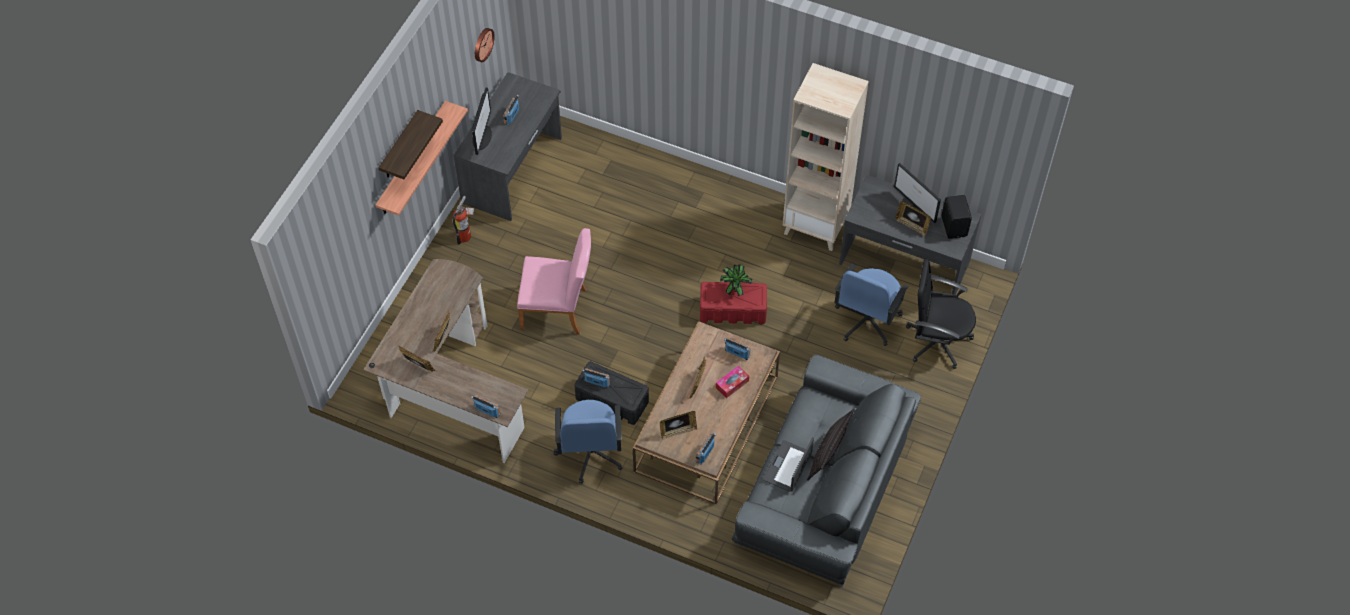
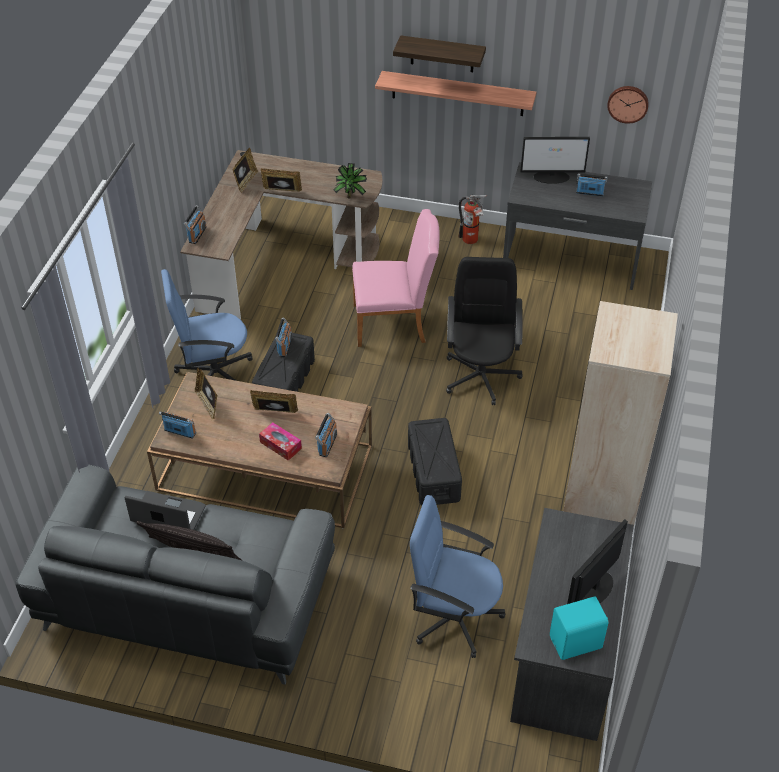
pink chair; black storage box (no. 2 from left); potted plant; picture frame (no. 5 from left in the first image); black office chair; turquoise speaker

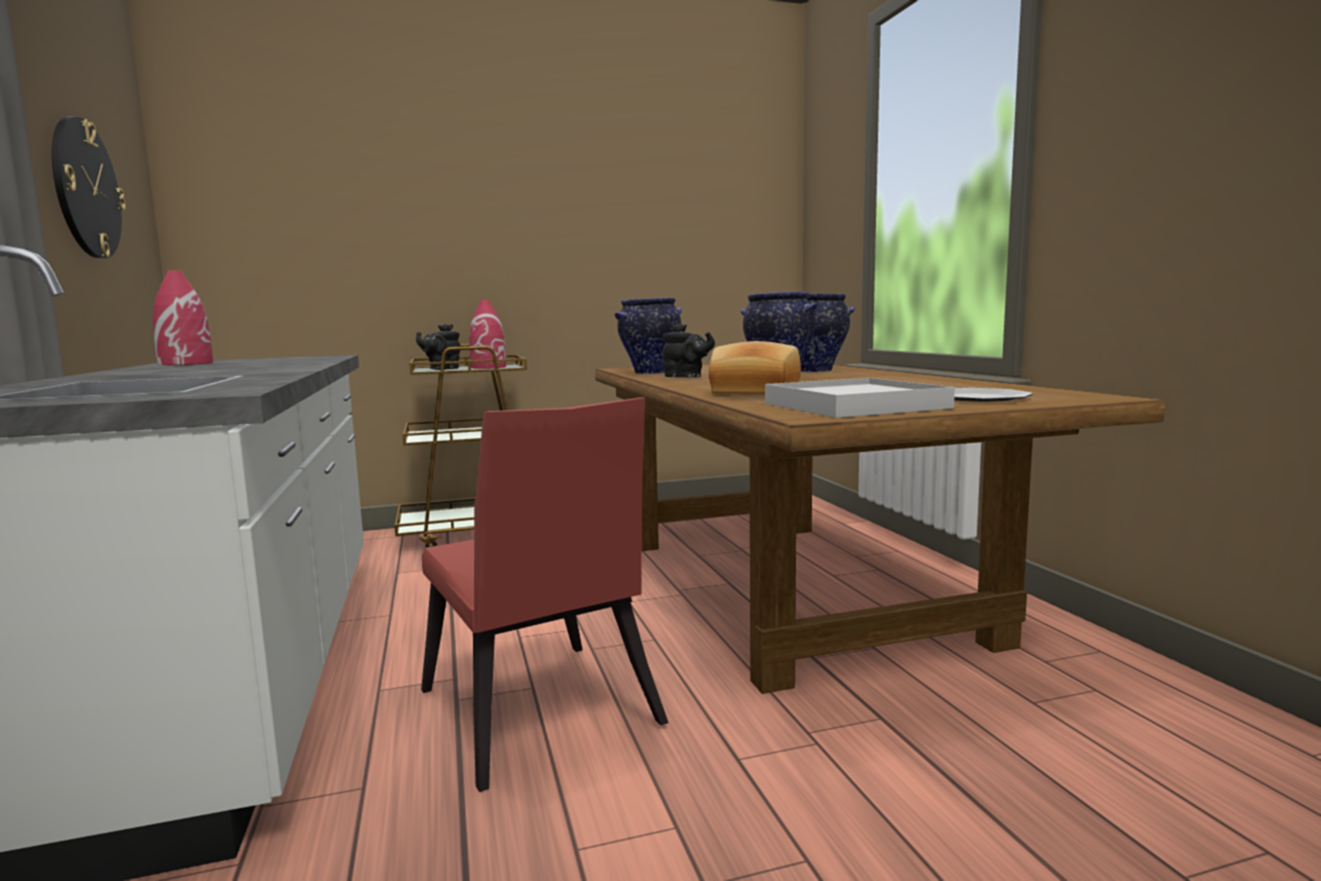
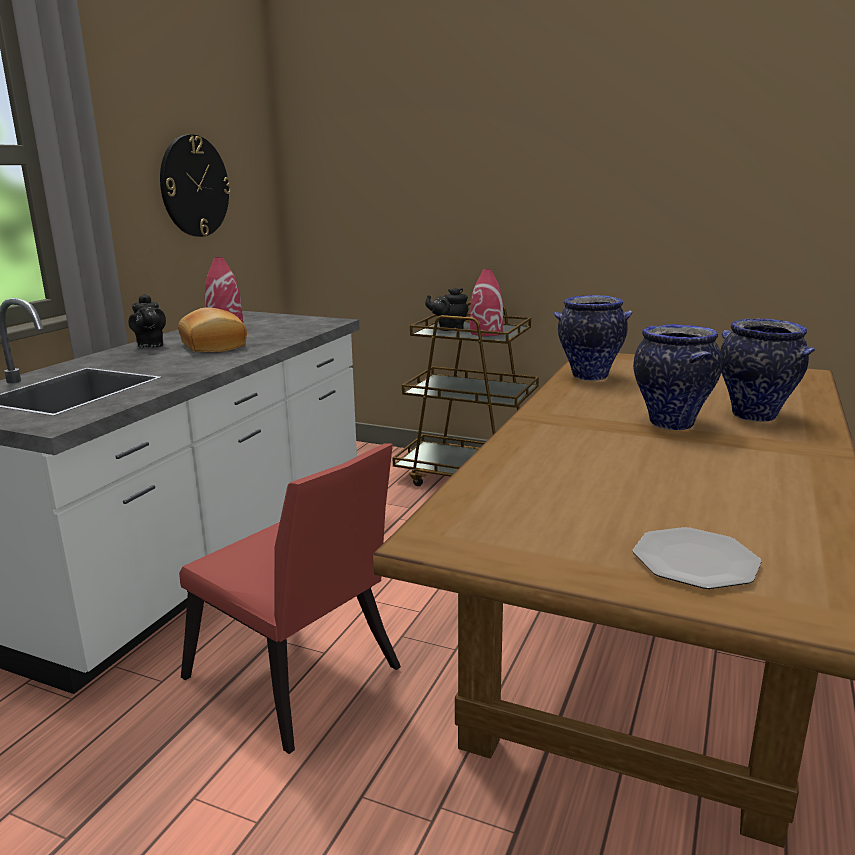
red chair; black teapot (no. 1 from left); bread; white tray

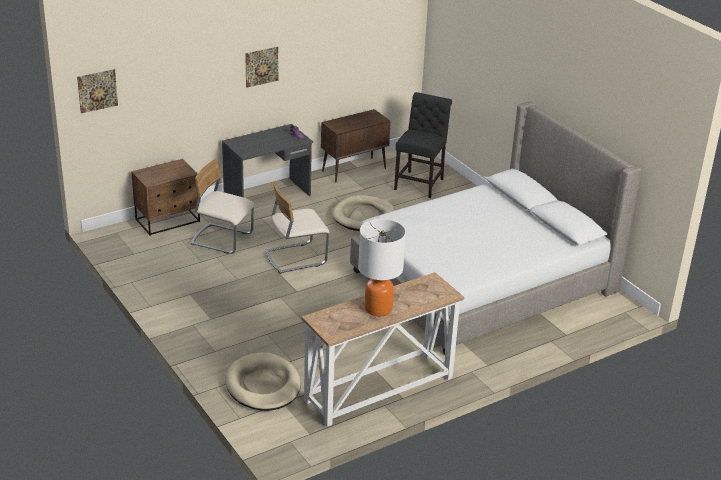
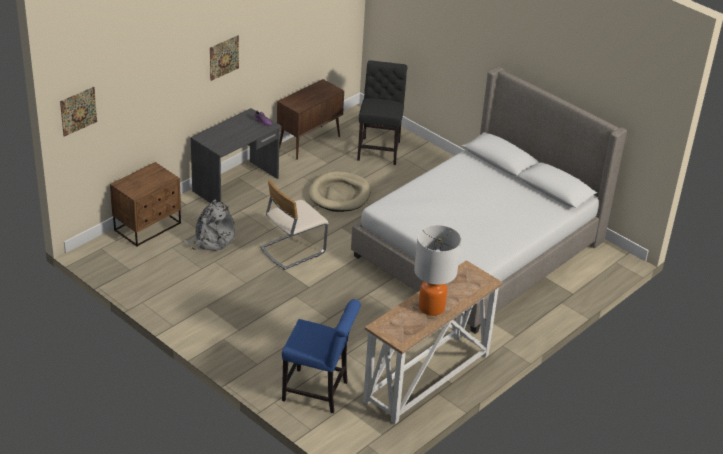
grey backpack; blue chair

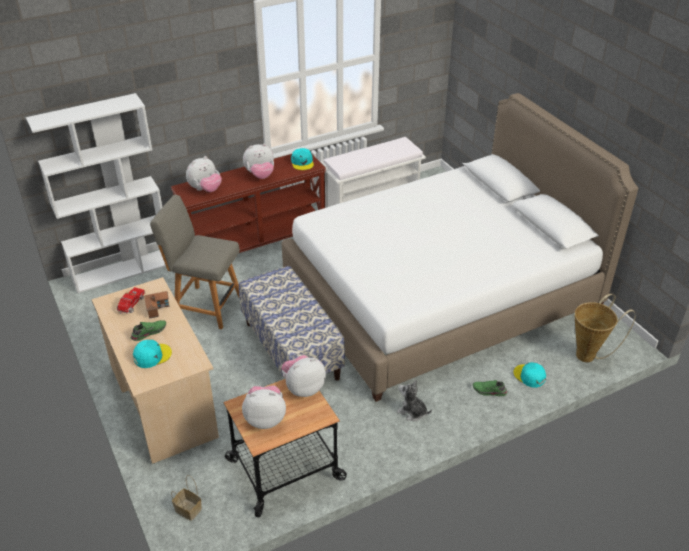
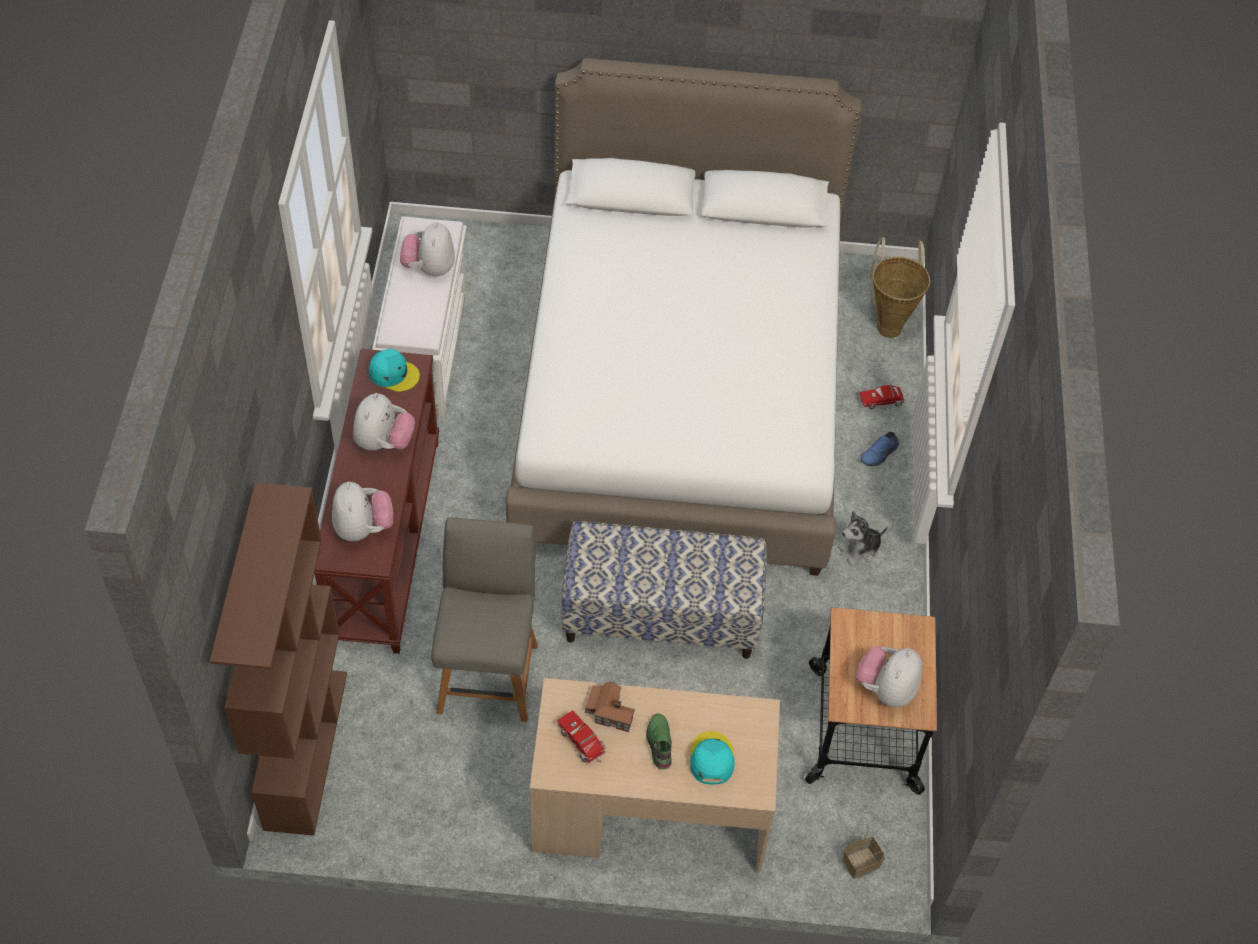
brown bookcase; grey chair; plush toy (no. 3 from left); blue shoe; toy truck (no. 2 from left)

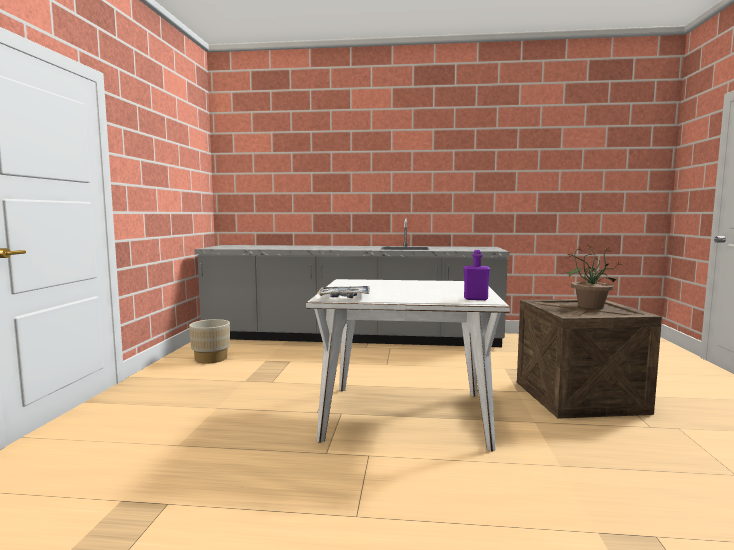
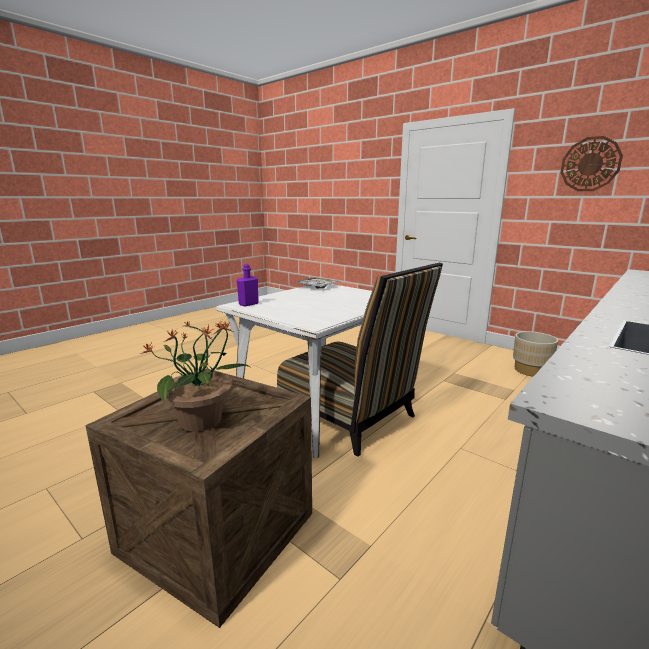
chair; wall clock

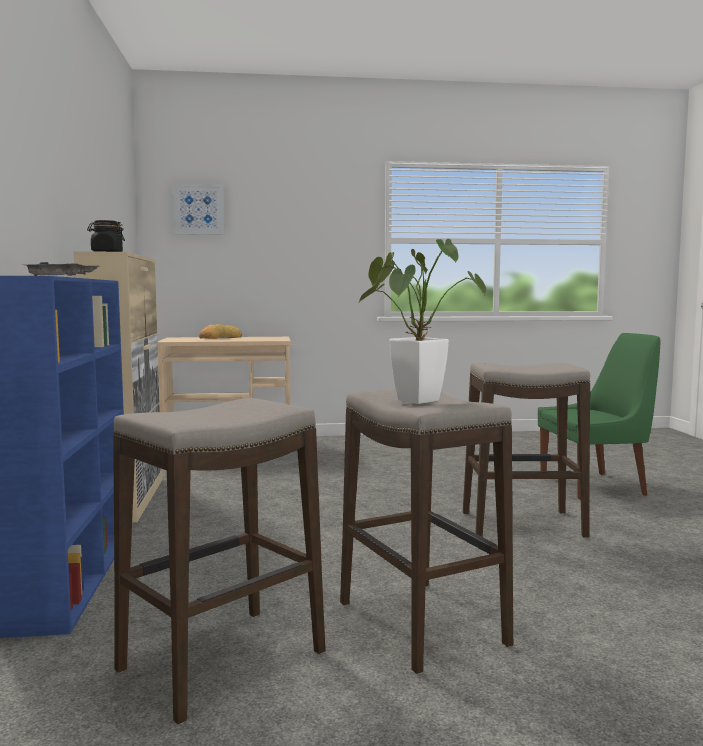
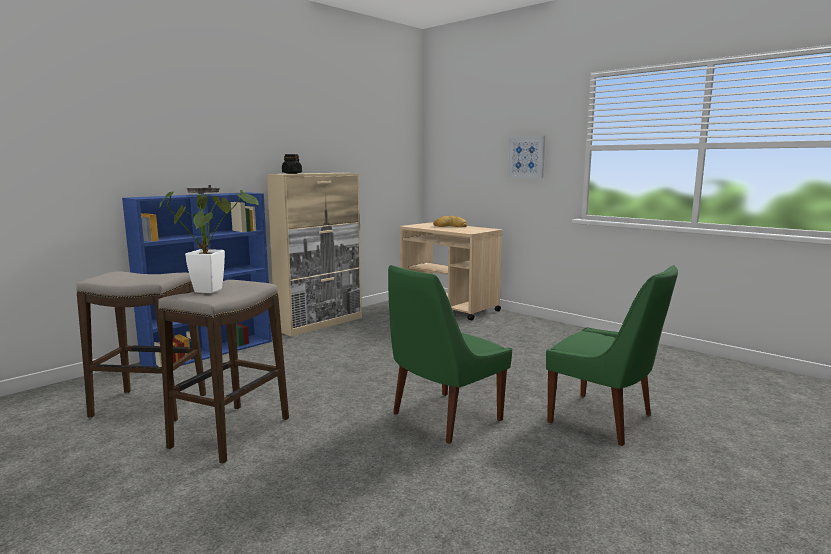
picture; green chair (no. 1 from left)

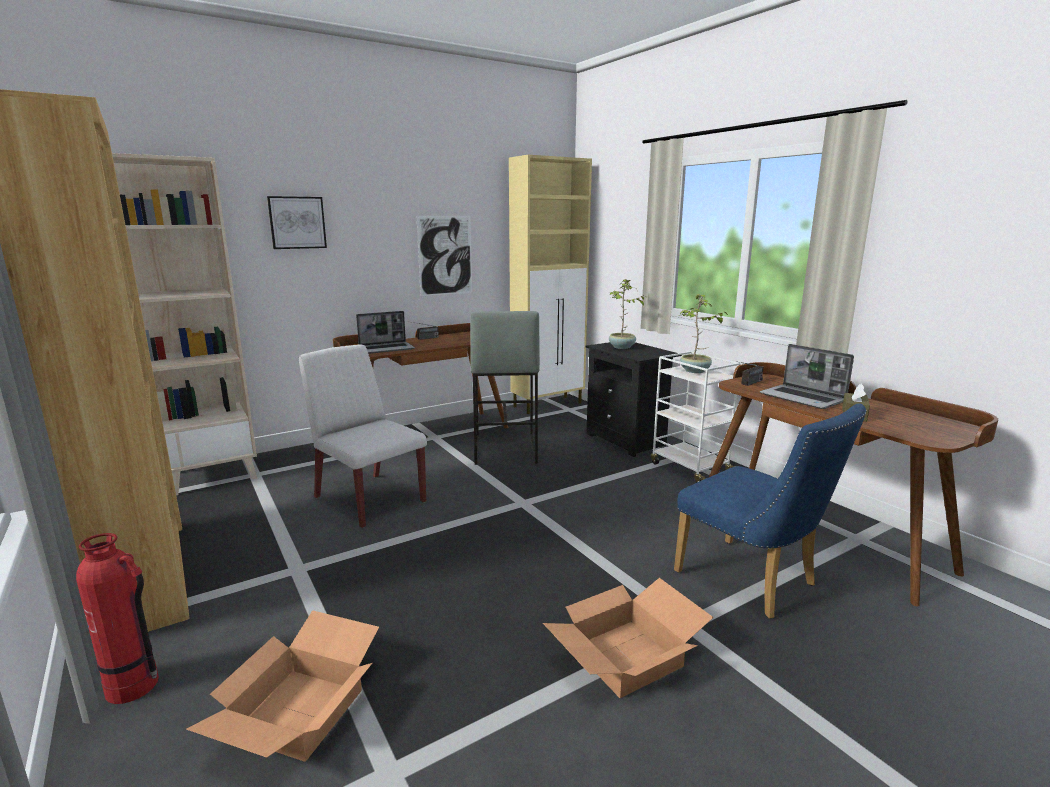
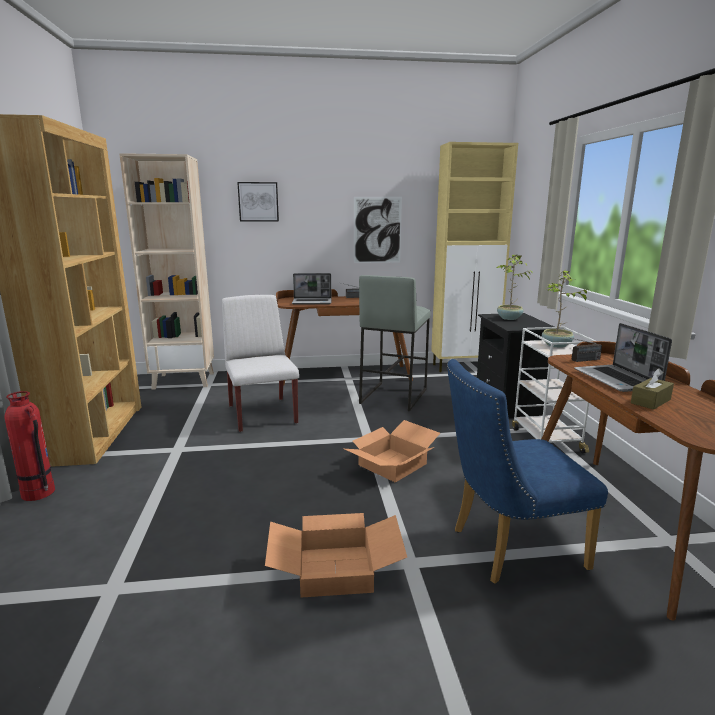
cardboard box (no. 2 from left); blue chair

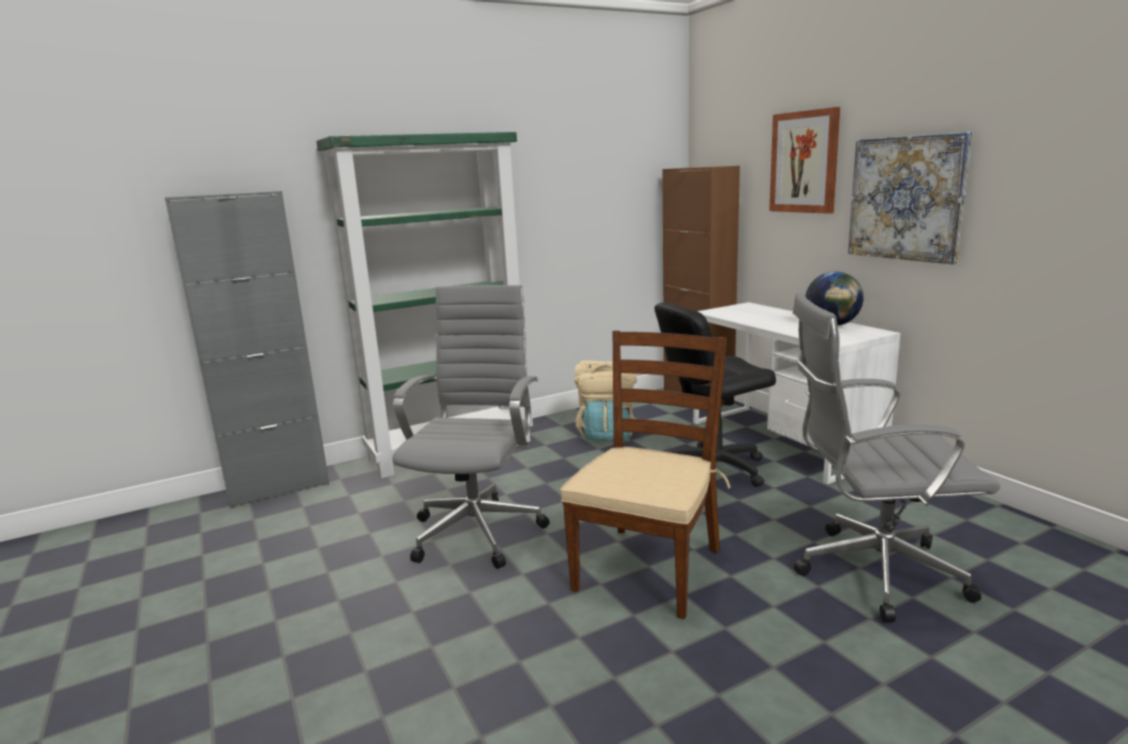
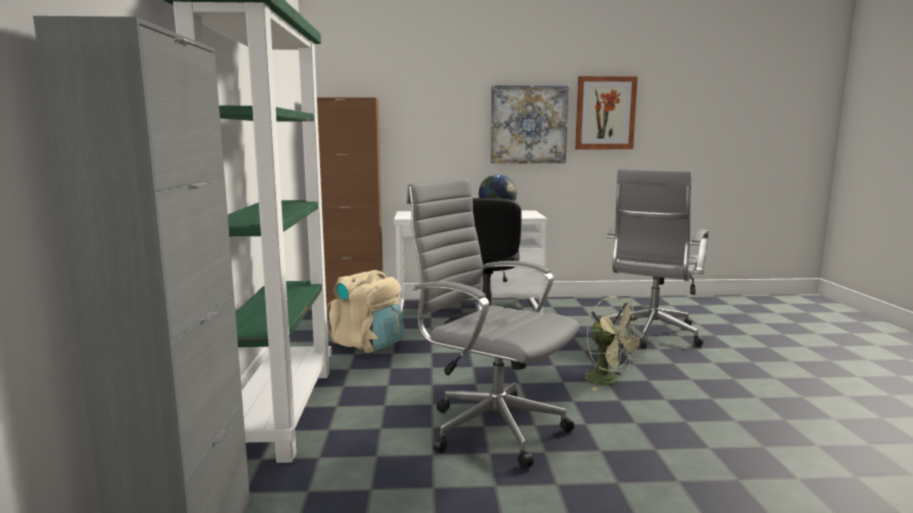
green fan; picture (no. 2 from left)

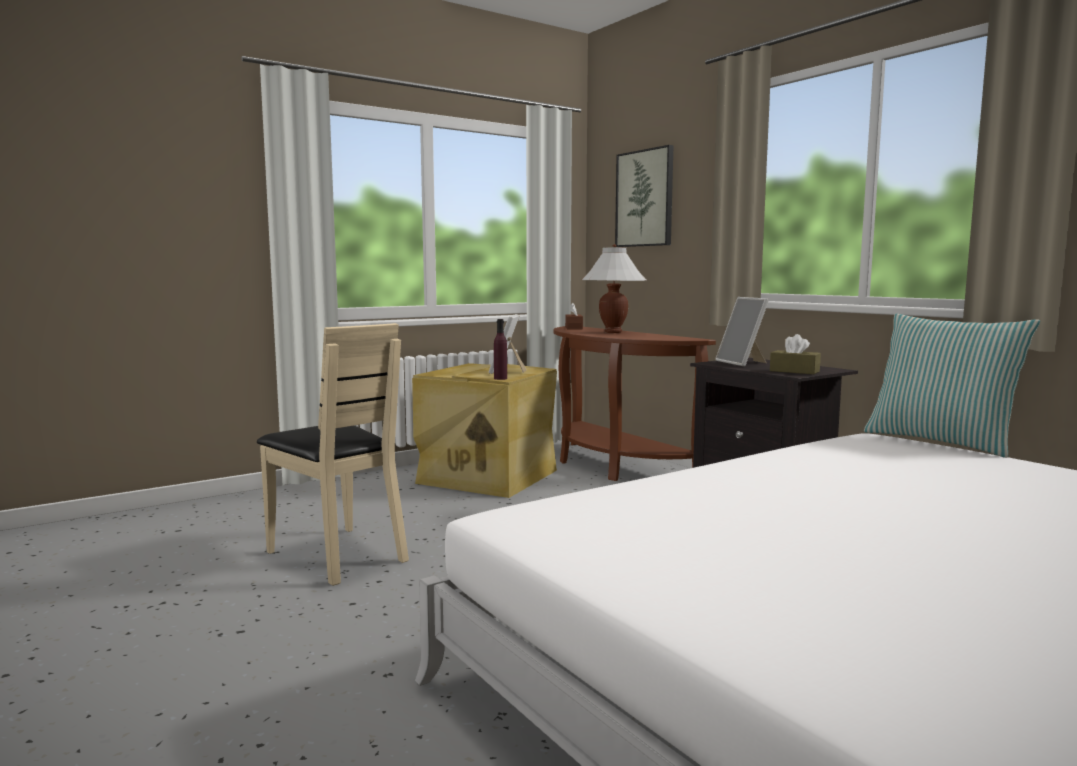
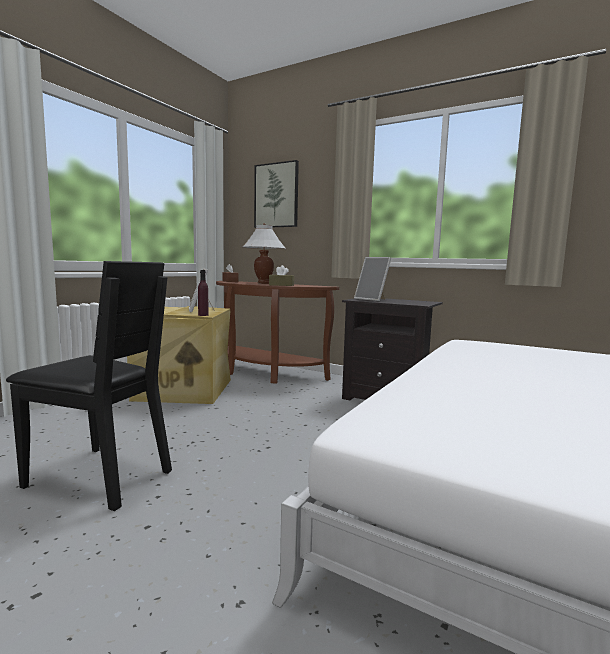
black chair; brown tissue box (no. 2 from left); pillow

